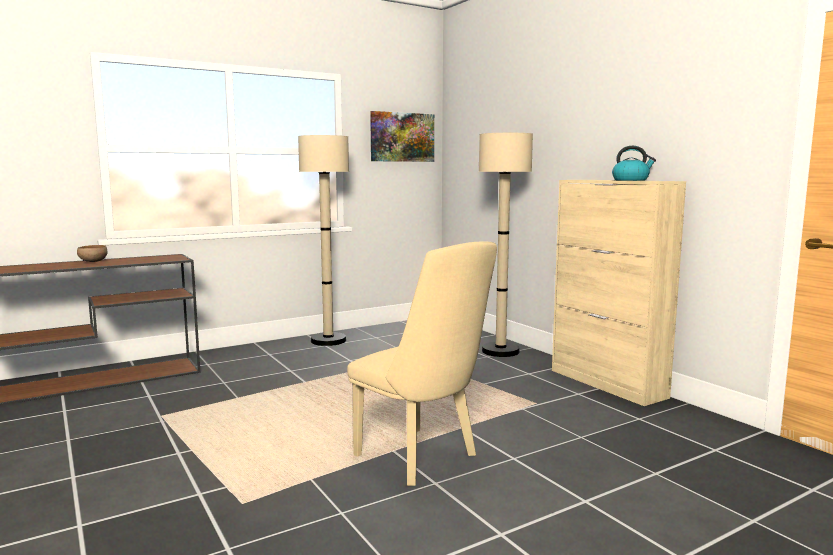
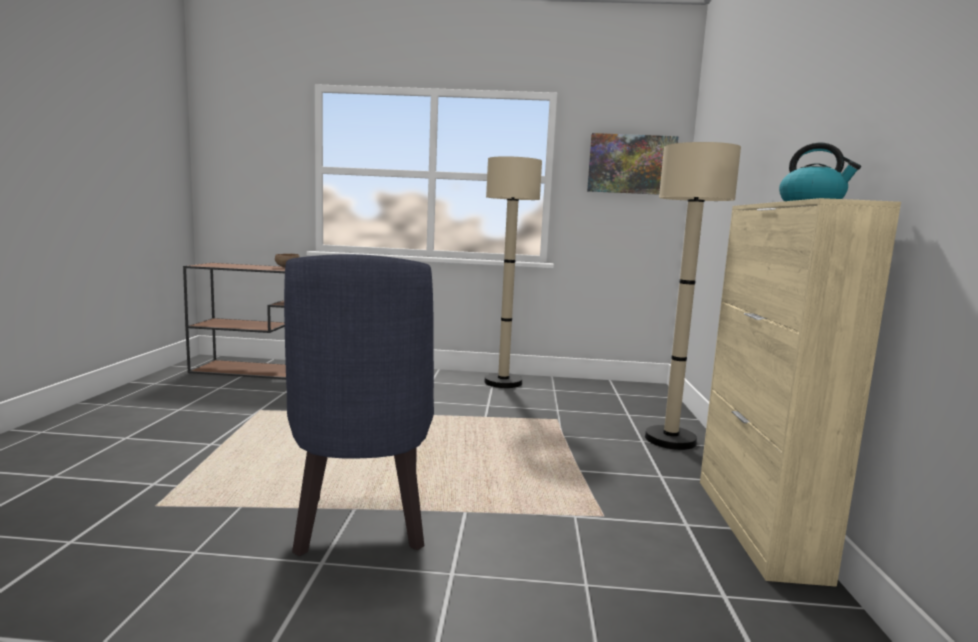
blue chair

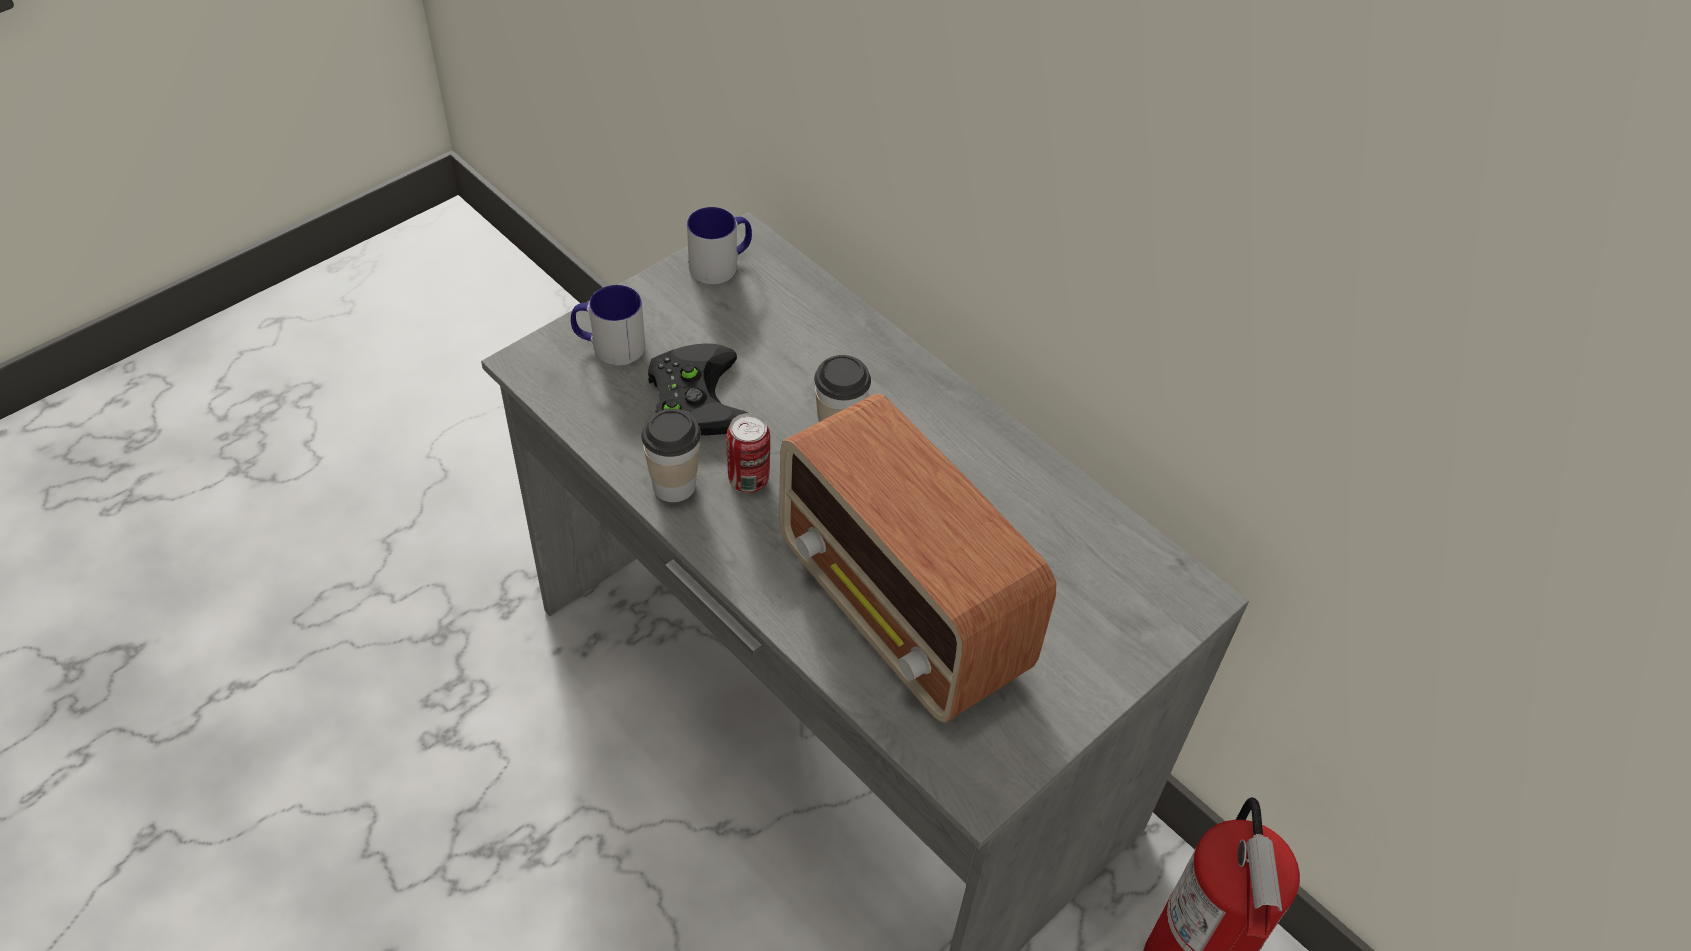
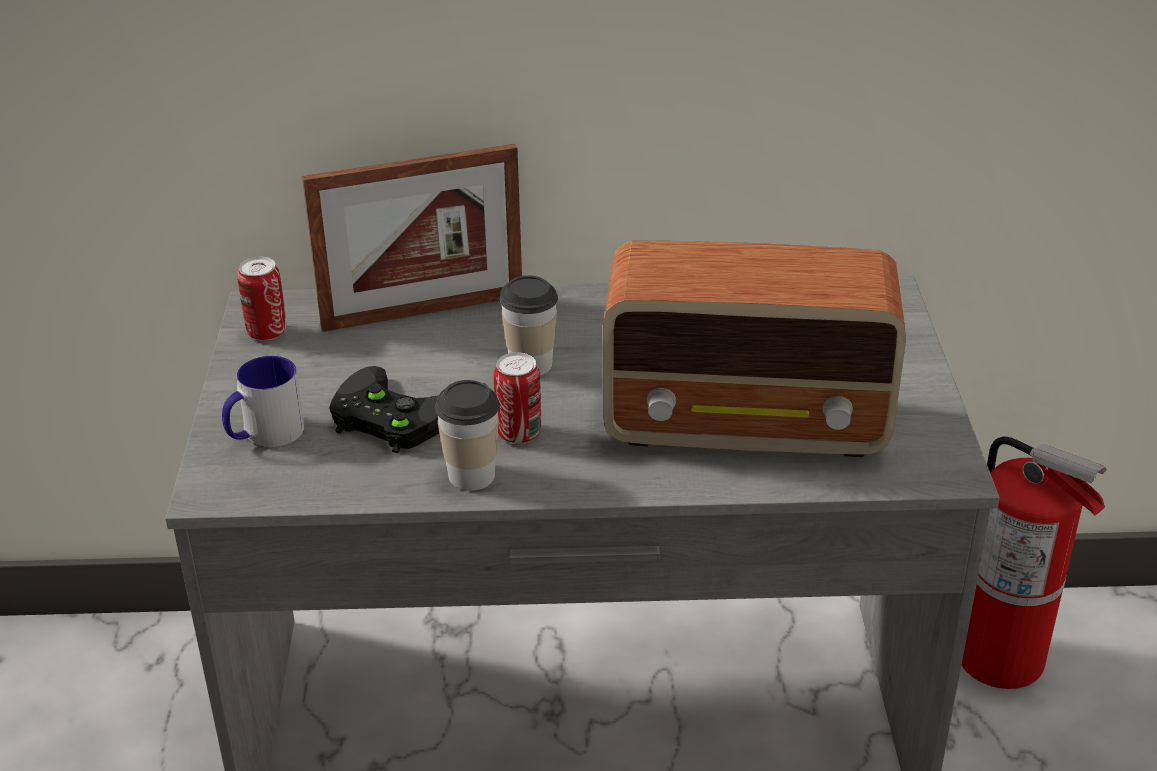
can (no. 1 from left); picture frame

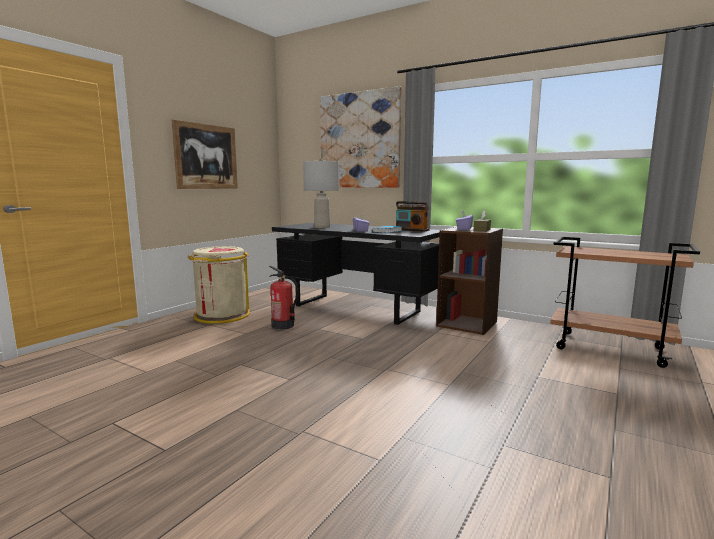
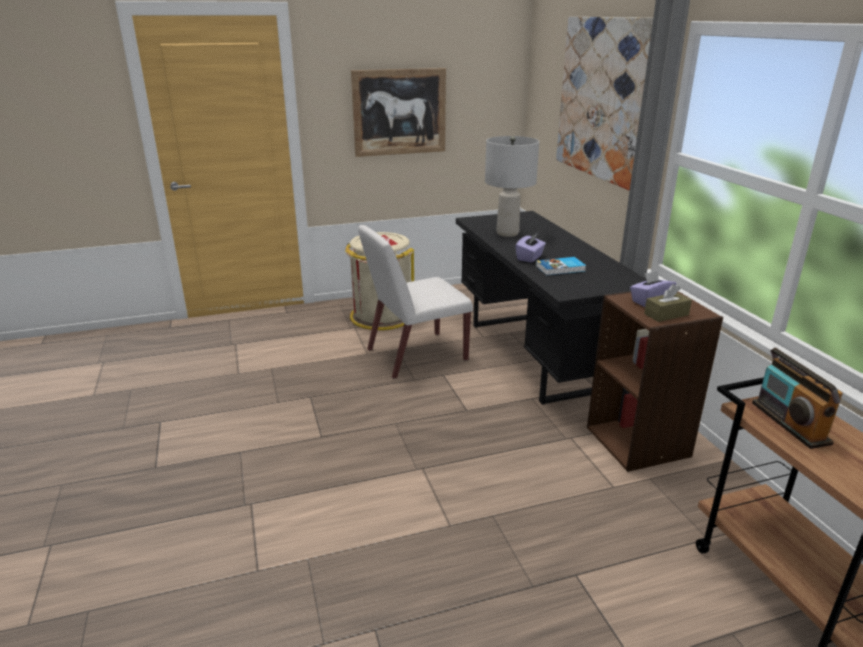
white chair; radio

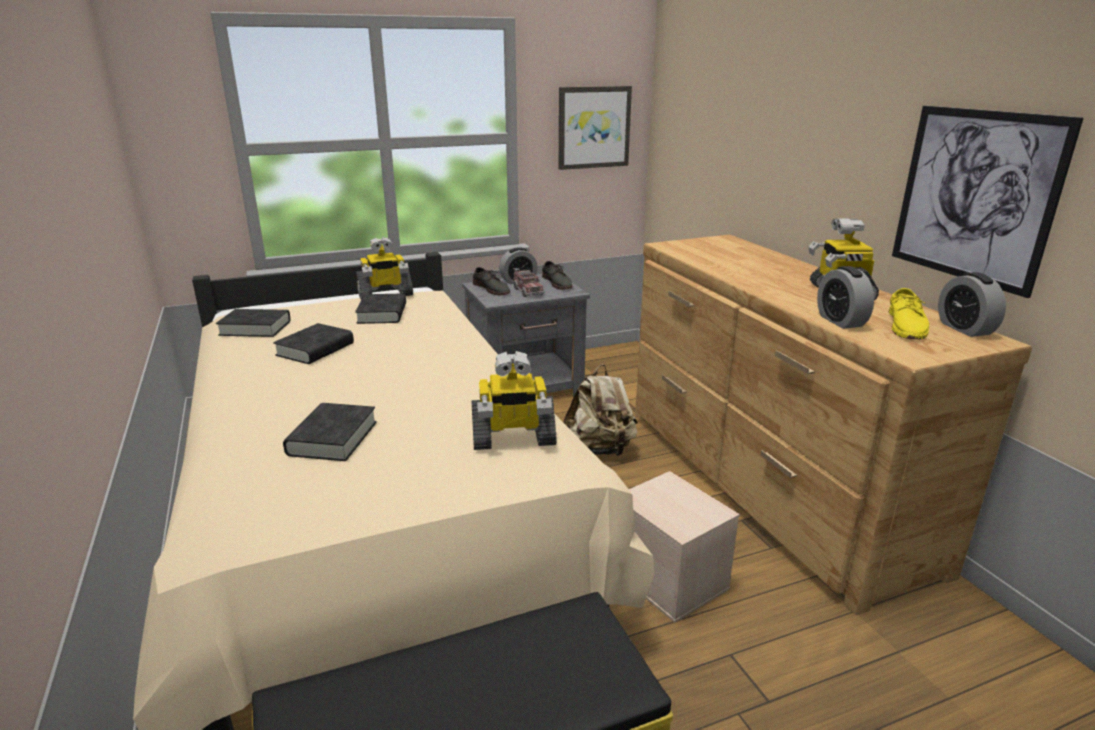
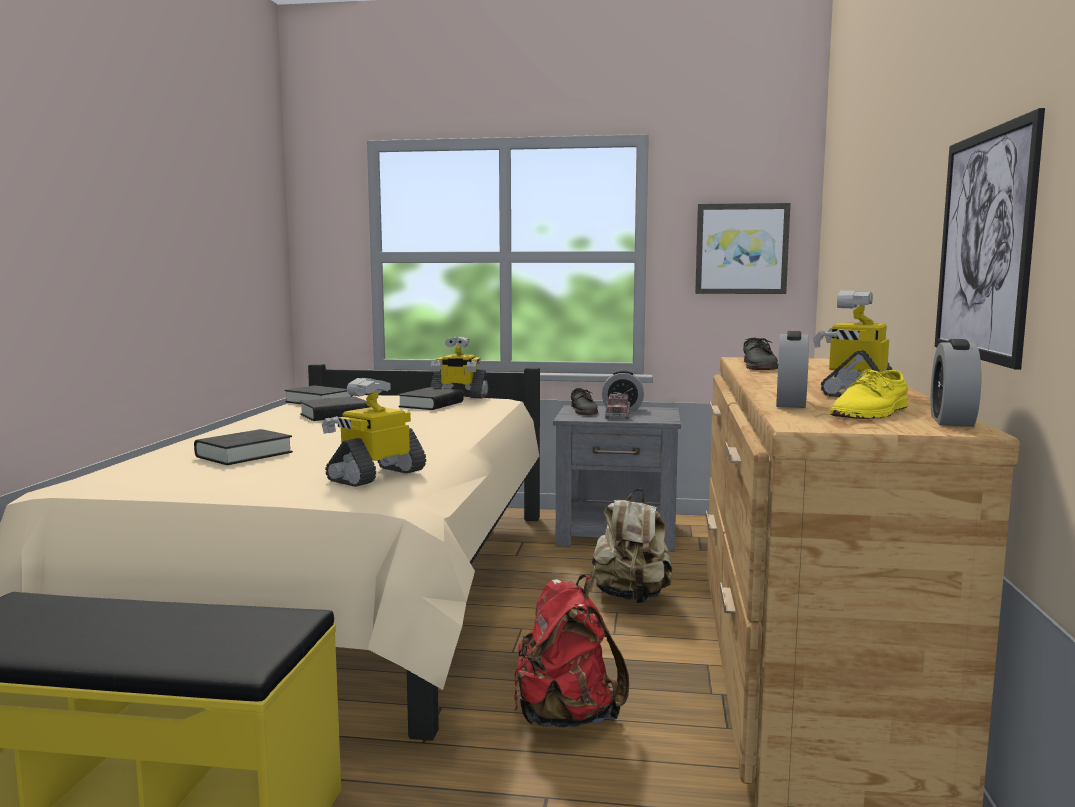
toy robot (no. 1 from left); grey shoe (no. 2 from left); red backpack

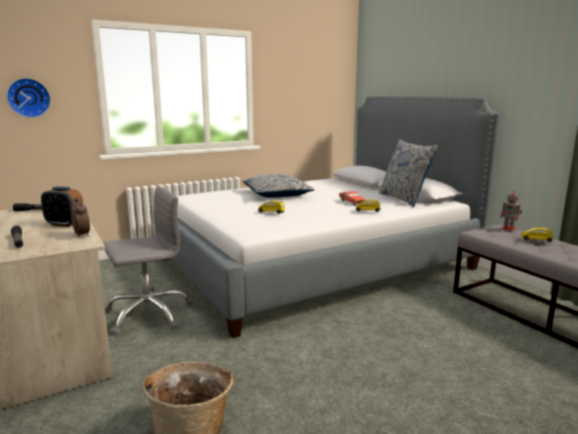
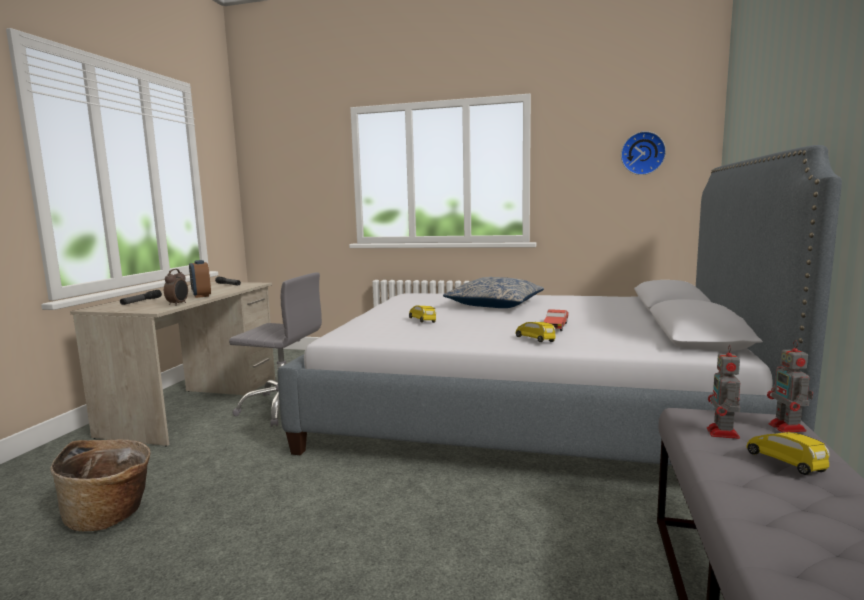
wall clock; pillow (no. 2 from left in the first image); toy robot (no. 1 from left)

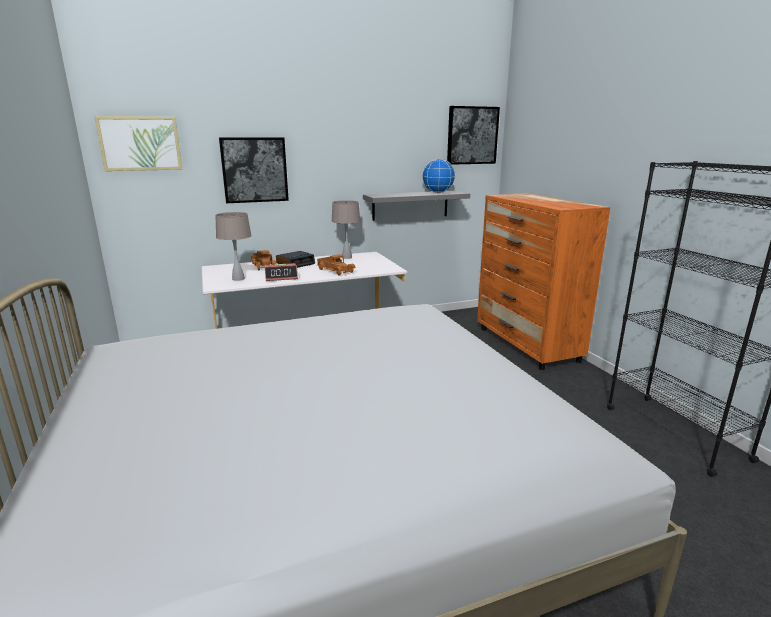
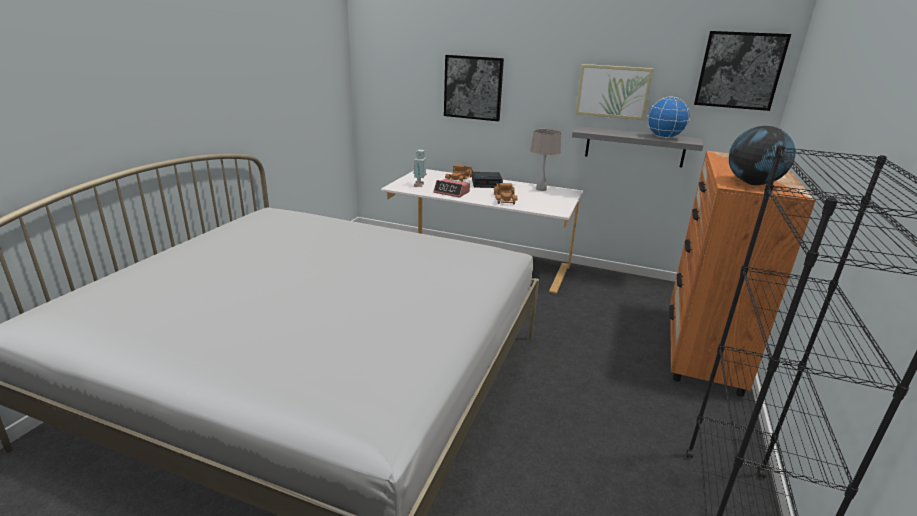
picture (no. 2 from left); toy robot; globe (no. 2 from left)

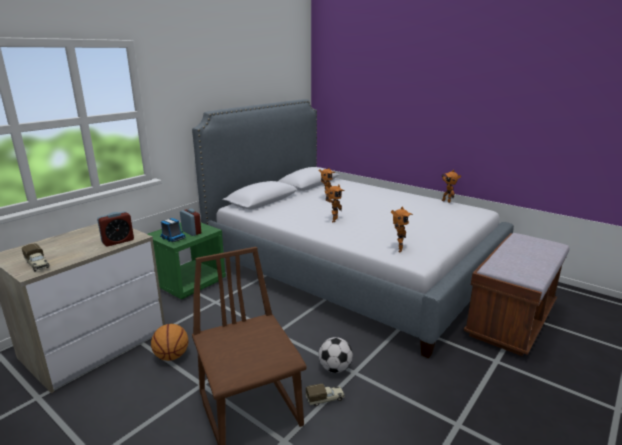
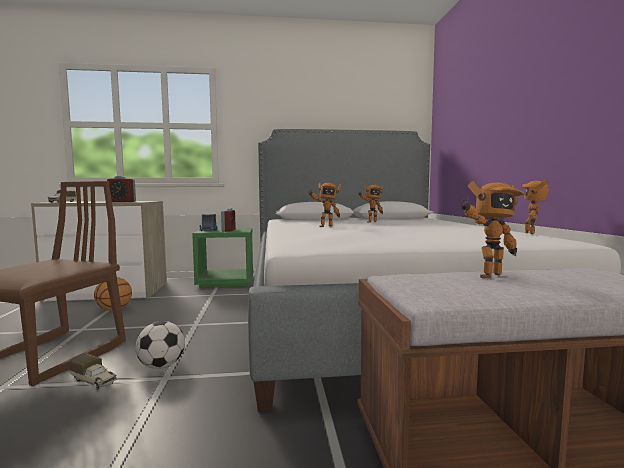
toy robot (no. 3 from left)

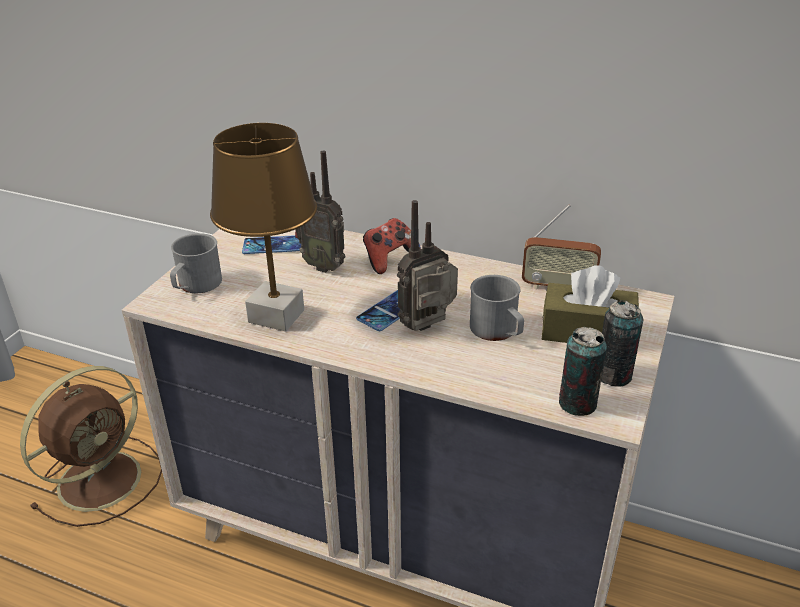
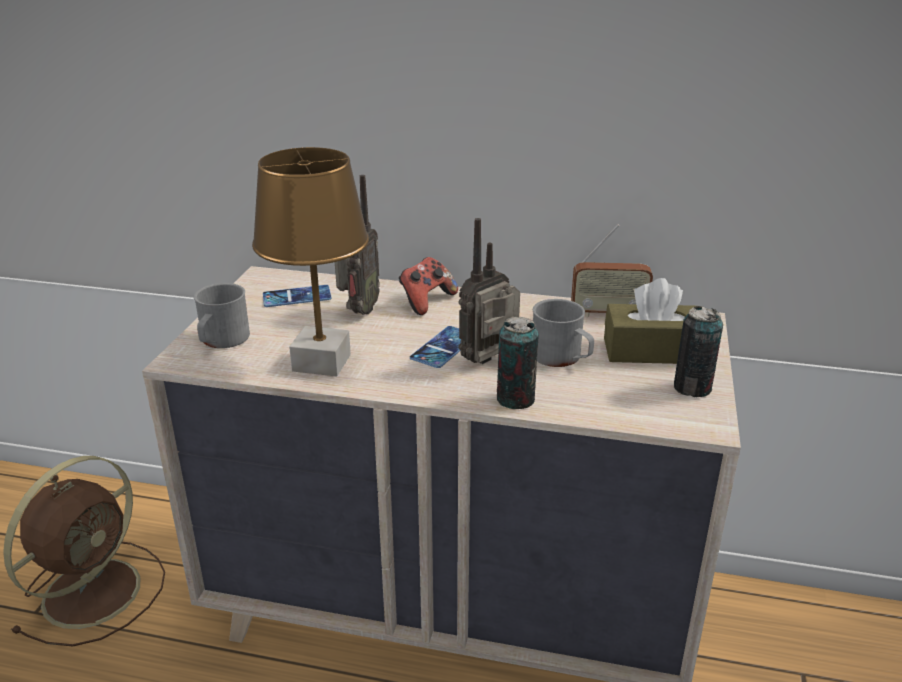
radio (no. 1 from left); can (no. 1 from left)

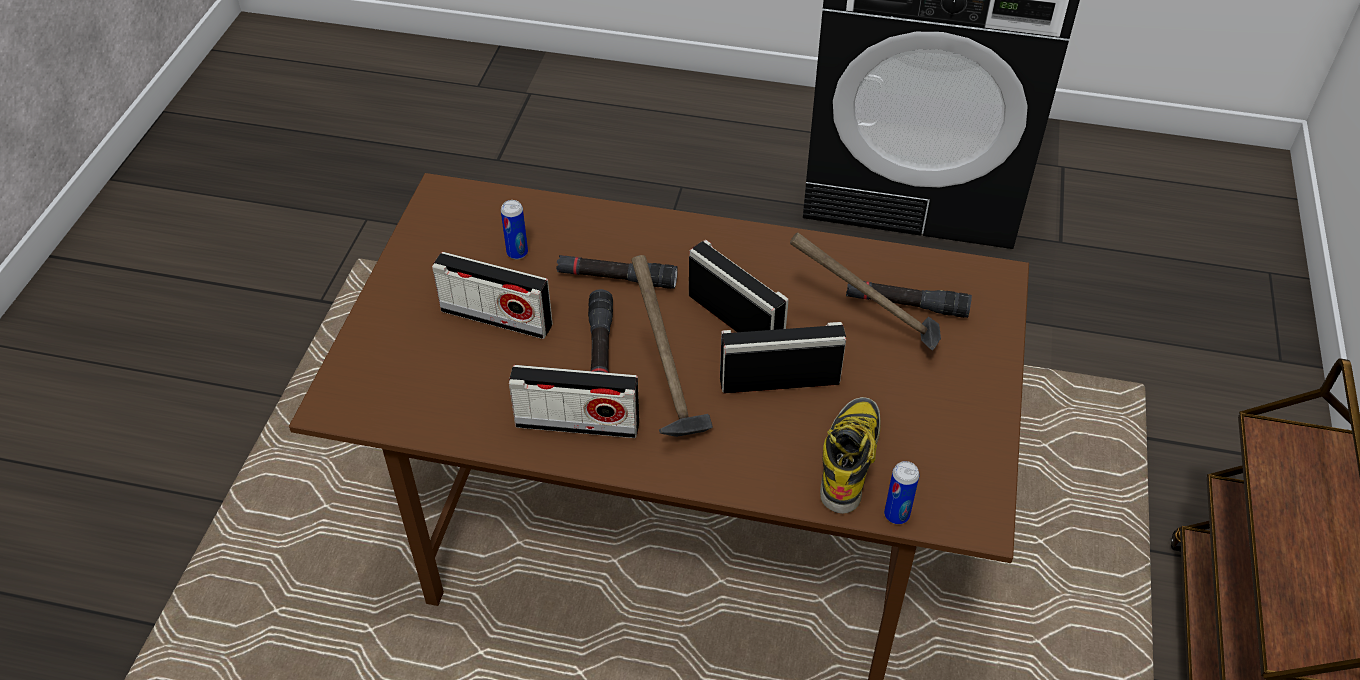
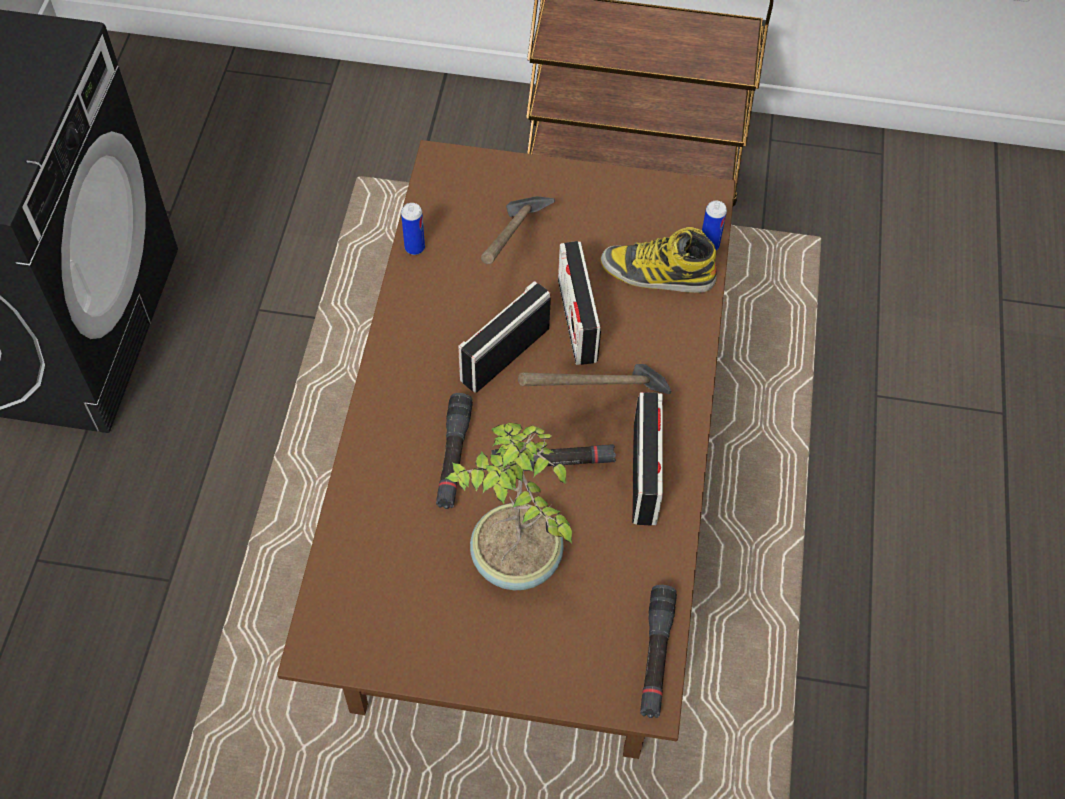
potted plant; can (no. 1 from left); black flashlight (no. 3 from left)

